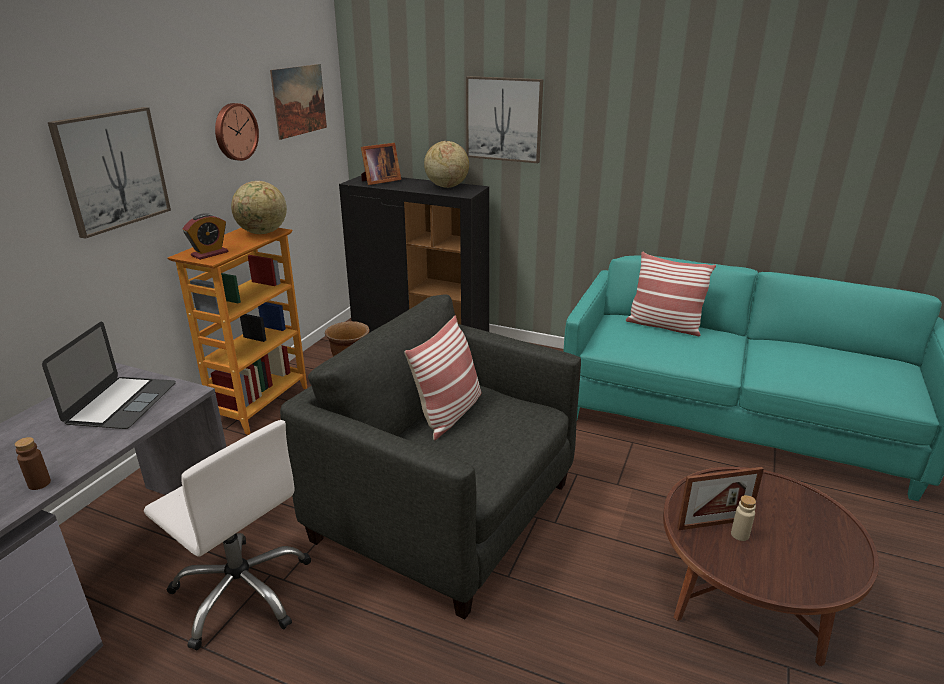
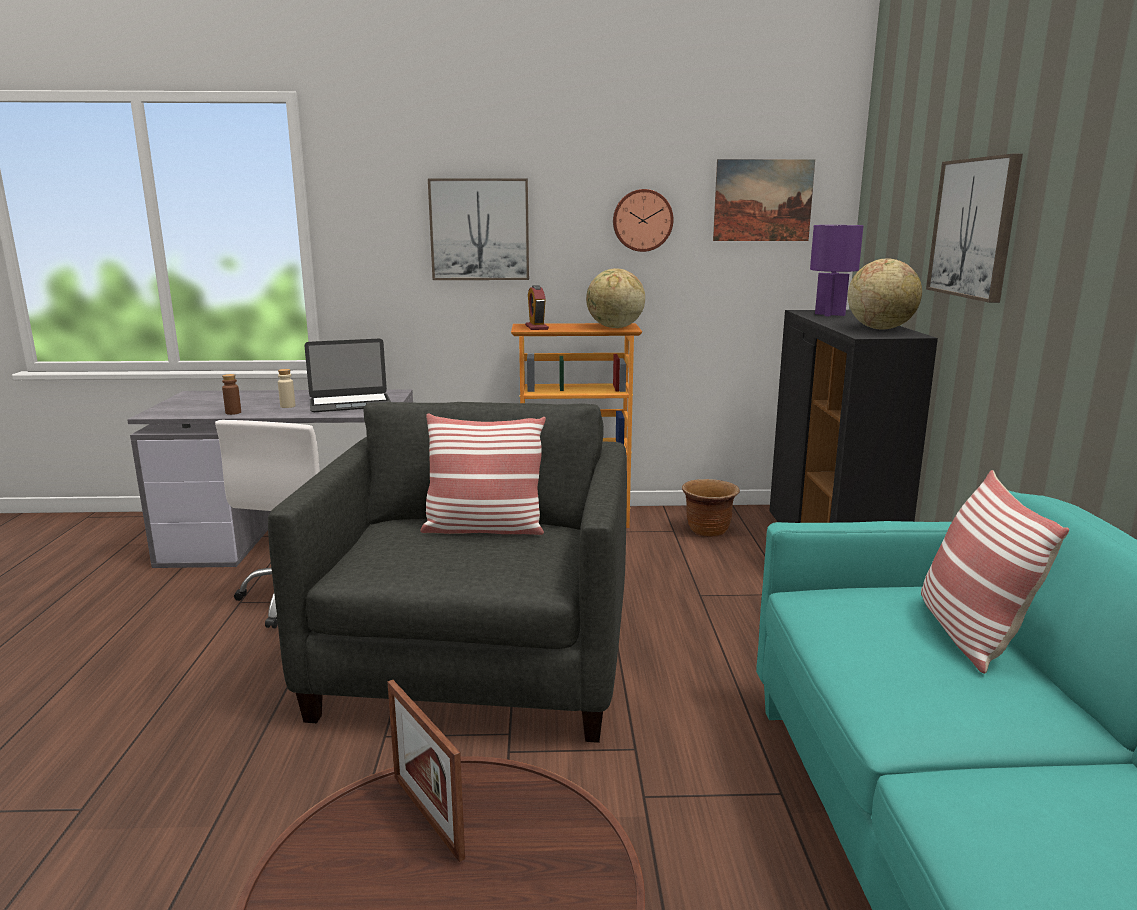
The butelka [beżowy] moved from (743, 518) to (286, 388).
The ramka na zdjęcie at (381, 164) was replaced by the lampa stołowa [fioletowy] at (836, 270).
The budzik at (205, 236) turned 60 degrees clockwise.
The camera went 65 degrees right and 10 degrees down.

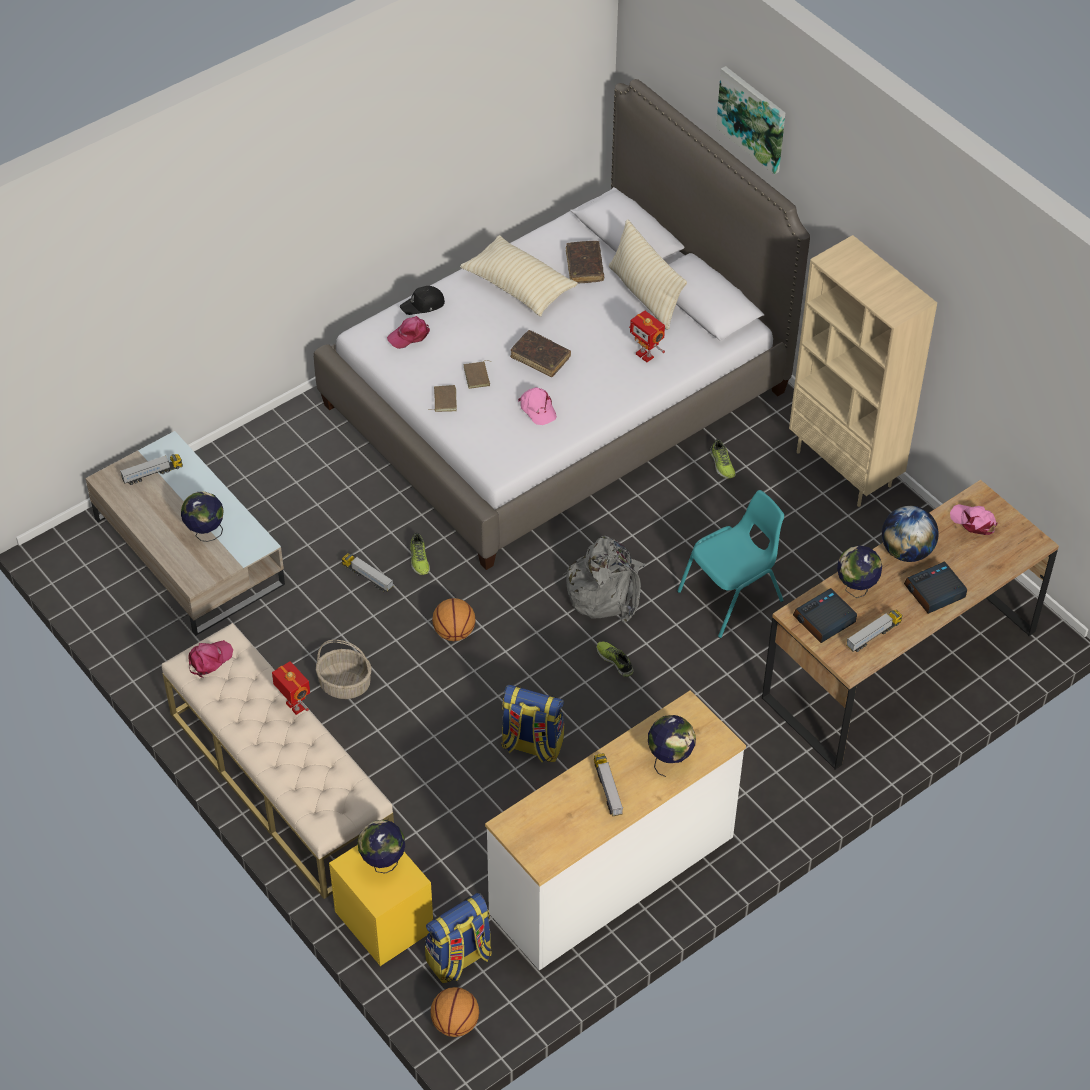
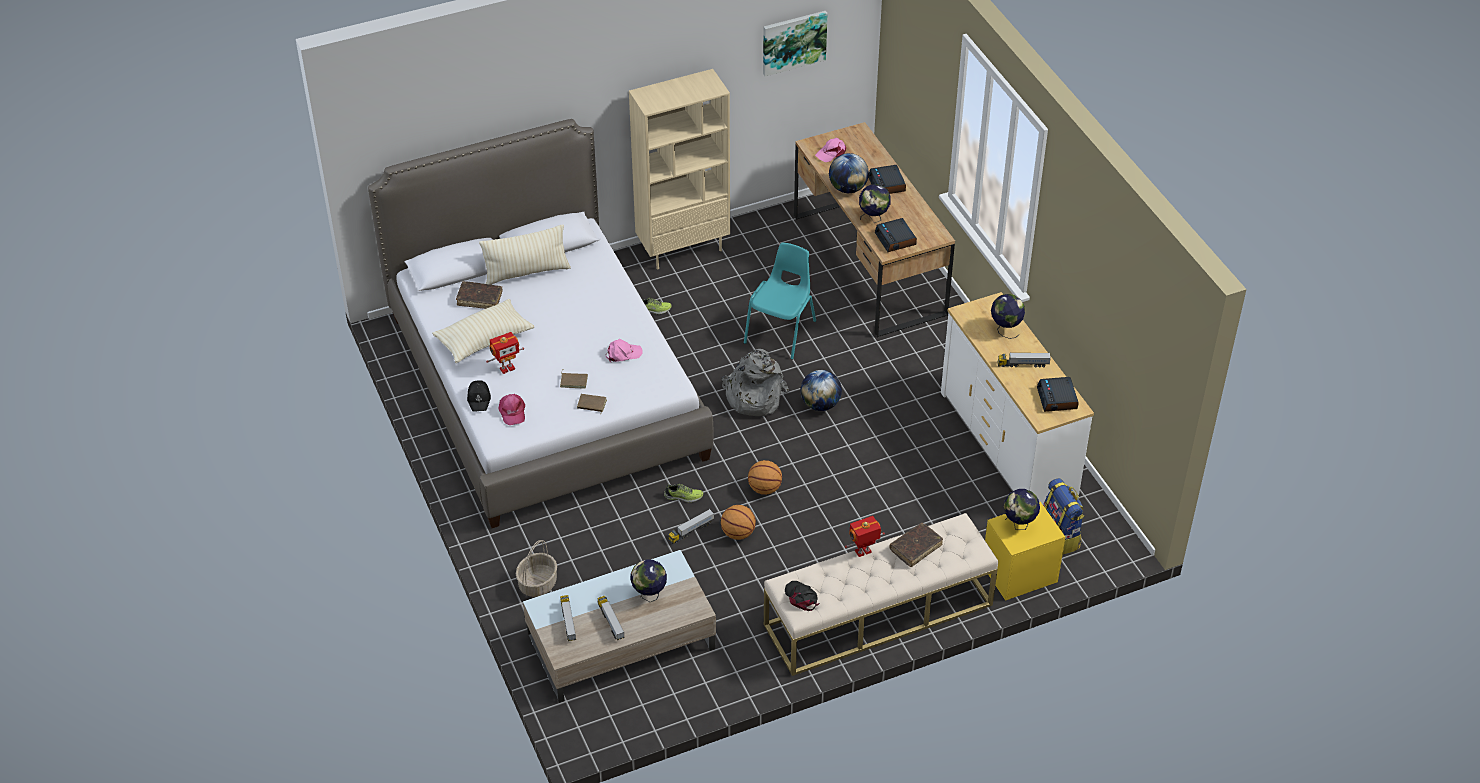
The plecak at (532, 724) disappeared.
The budzik at (1058, 394) appeared.
The koszyk moved from (344, 669) to (536, 568).
The piłka do koszykówki moved from (454, 1012) to (738, 522).
The książka [brązowy] moved from (540, 353) to (916, 545).
The robot zabawkowy moved from (647, 336) to (505, 353).
The obraz moved from (750, 120) to (795, 43).
The ciężarówka zabawkowa moved from (874, 631) to (611, 618).
The but at (615, 659) was replaced by the globus at (821, 390).
The czapka z daszkiem [różowy] at (210, 658) became the czapka z daszkiem [czarny] at (802, 596).
The krzesło [turkusowy] at (730, 564) turned 45 degrees clockwise.
The camera went 75 degrees left and 5 degrees down.

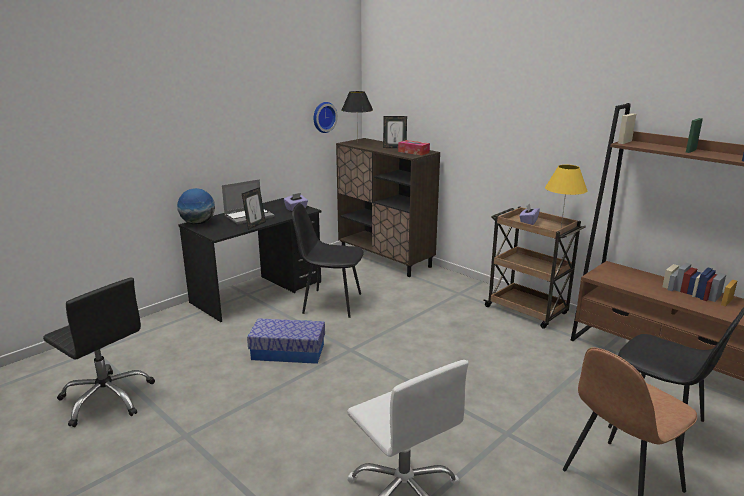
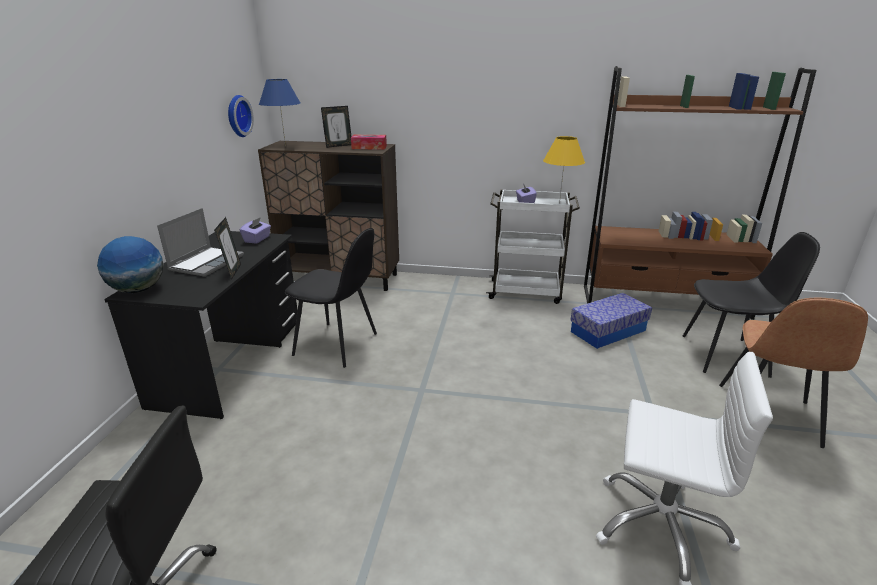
The pojemnik do przechowywania moved from (286, 341) to (611, 321).
The lampa stołowa [czarny] at (357, 117) became the lampa stołowa [niebieski] at (279, 113).
The wózek [brązowy] at (535, 267) became the wózek [biały] at (533, 246).
The krzesło [czarny] at (328, 260) turned 135 degrees counterclockwise.
The camera went 35 degrees left and 5 degrees up.

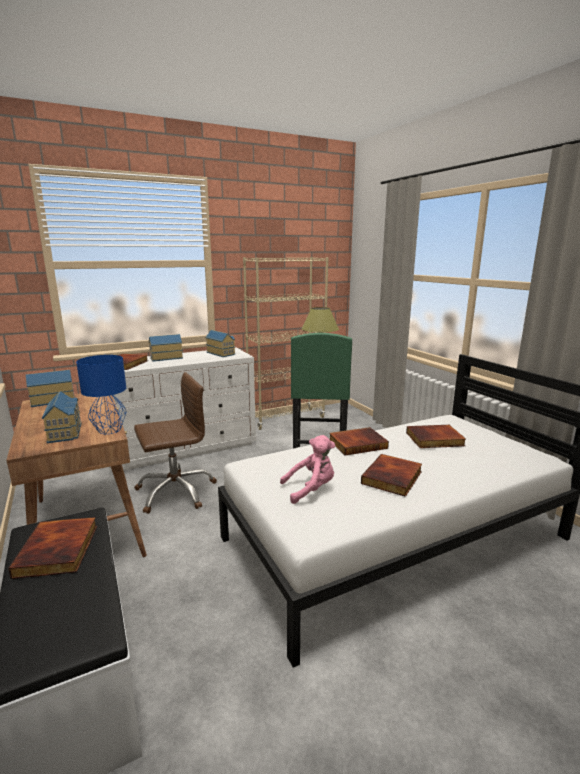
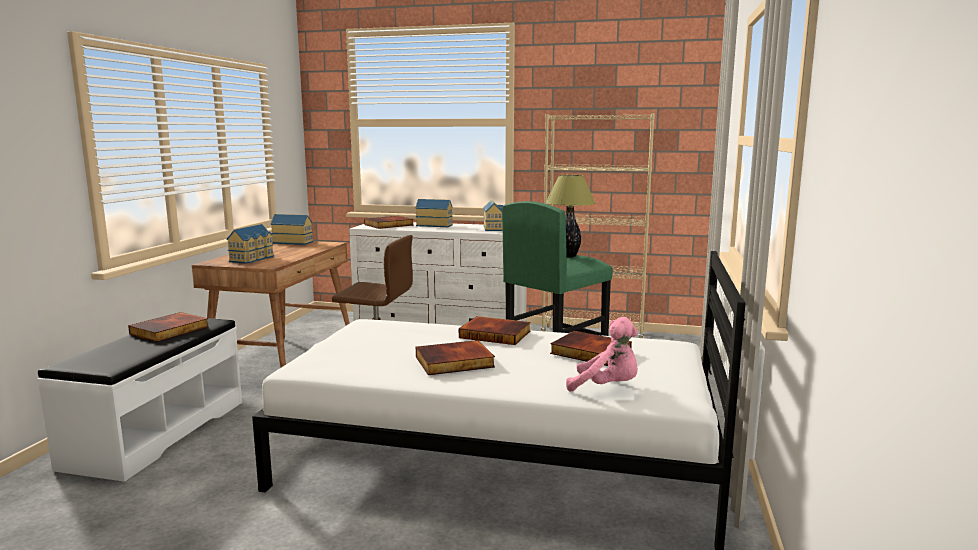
The lampa stołowa [niebieski] at (101, 394) disappeared.
The pluszak [różowy] moved from (307, 469) to (602, 354).
The camera went 40 degrees right and 5 degrees down.

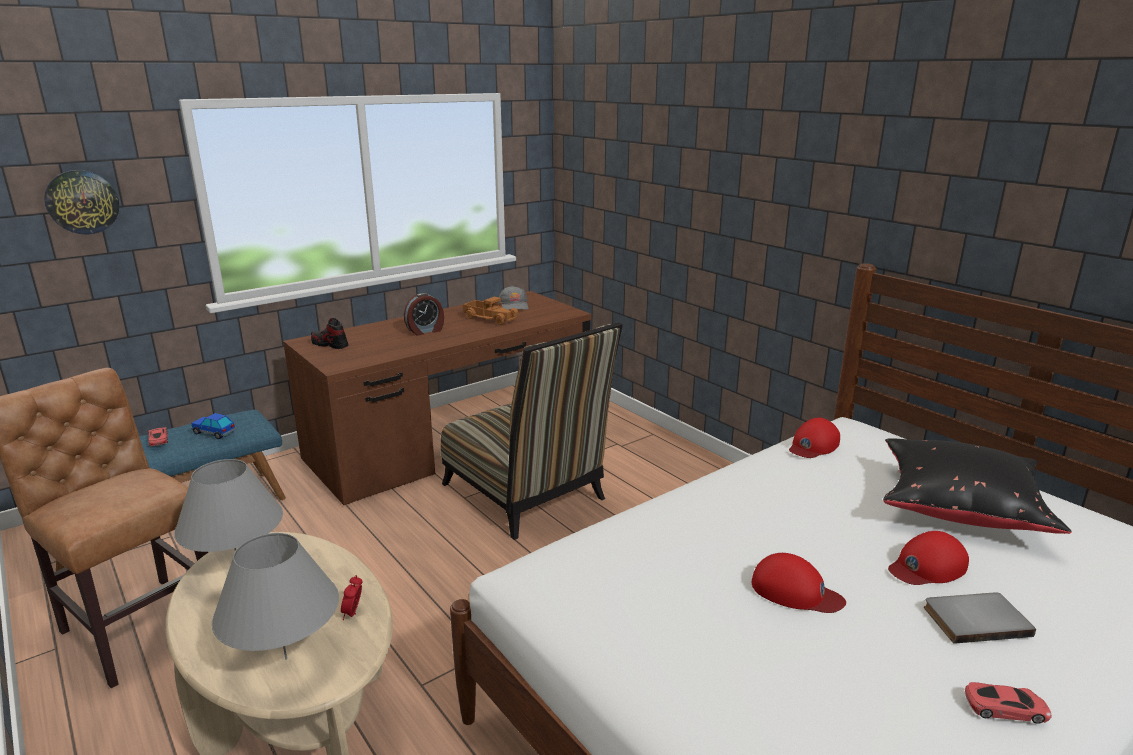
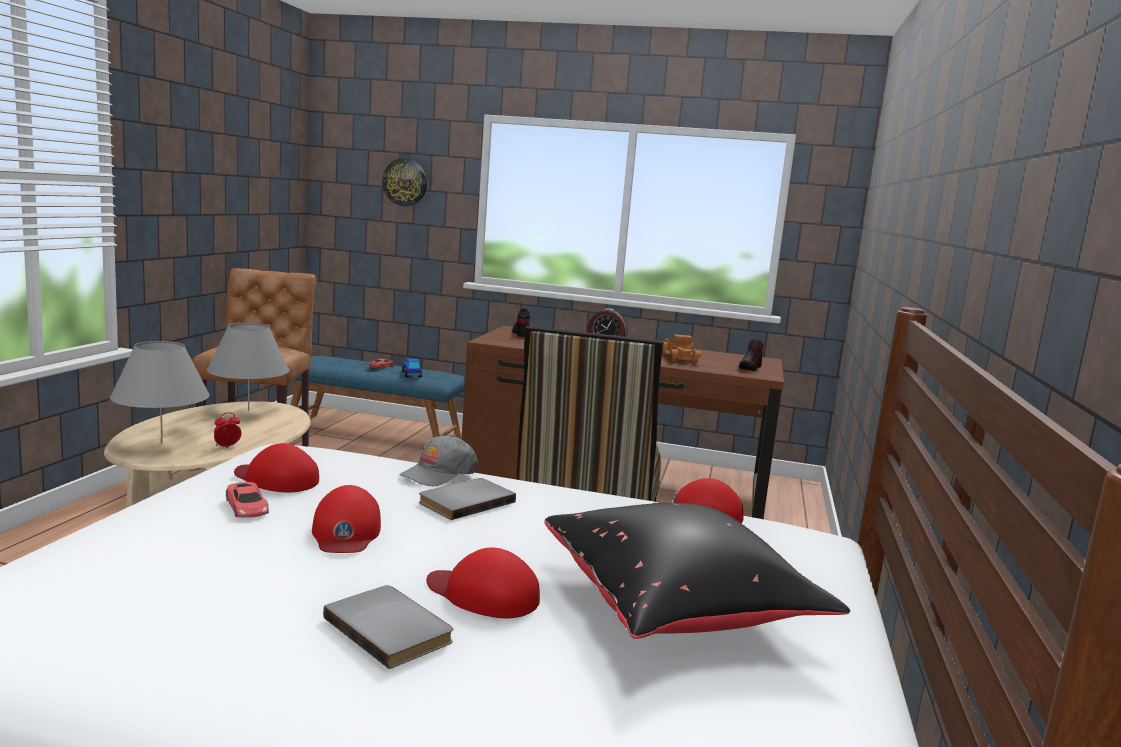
The czapka z daszkiem [czerwony] at (276, 467) appeared.
The książka [szary] at (467, 499) appeared.
The but at (751, 355) appeared.
The czapka z daszkiem [szary] moved from (514, 298) to (438, 461).
The samochodzik [czerwony] moved from (1008, 703) to (247, 500).
The camera went 50 degrees right and 10 degrees down.

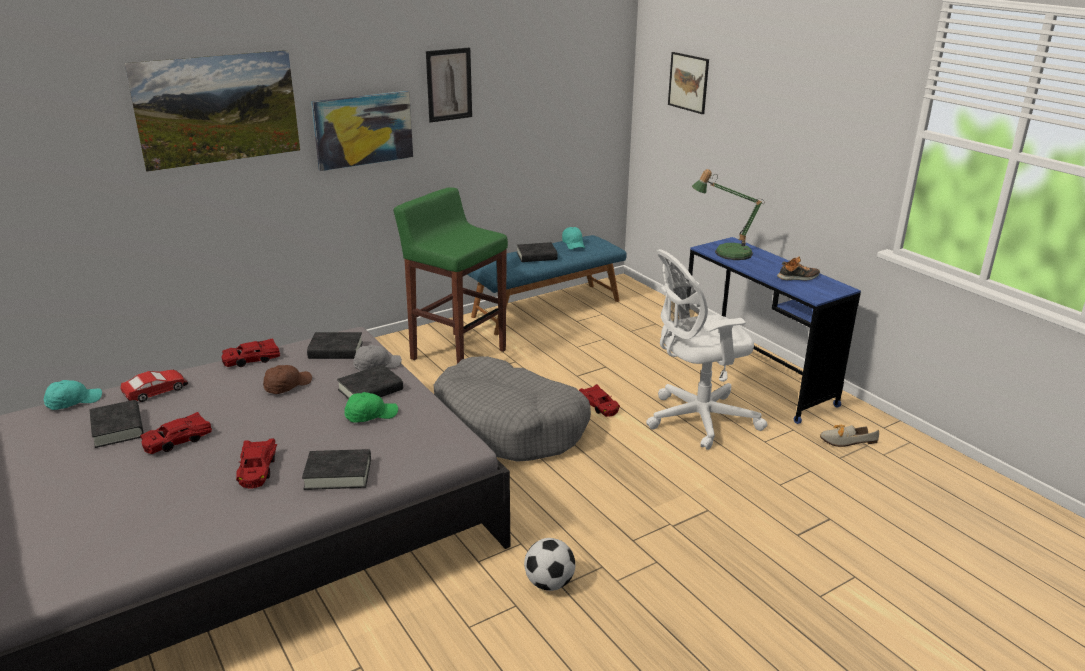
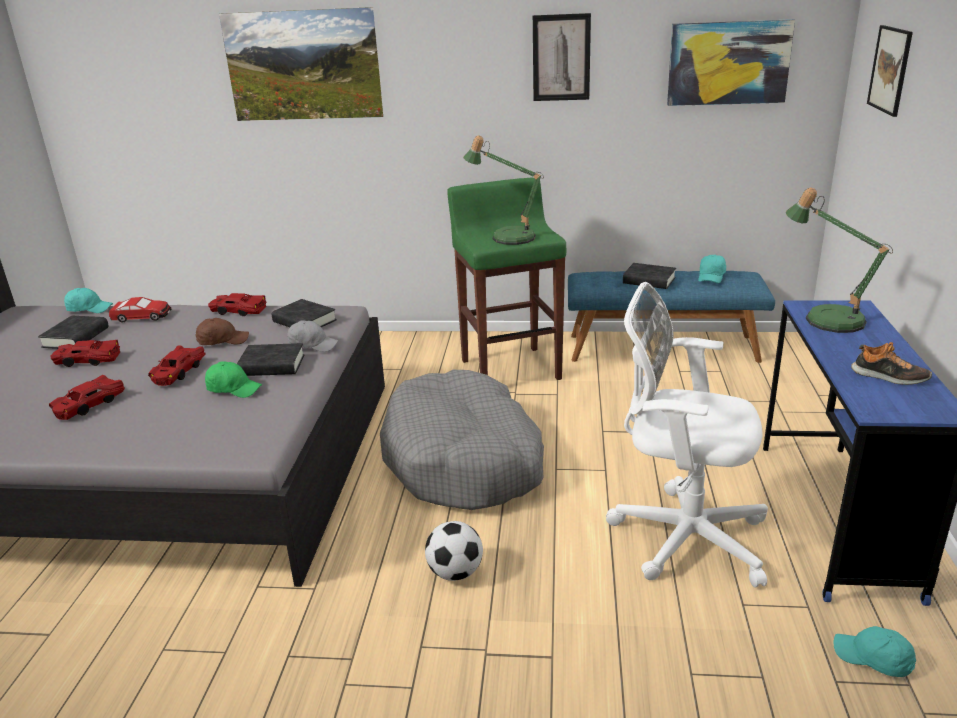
The książka [czarny] at (336, 469) disappeared.
The lampa stołowa at (503, 190) appeared.
The obraz moved from (362, 131) to (731, 62).
The piłka futbolowa moved from (549, 564) to (454, 551).
The samochodzik [czerwony] moved from (599, 400) to (177, 365).
The but at (849, 436) was replaced by the czapka z daszkiem [turkusowy] at (874, 651).
The camera went 40 degrees right and 0 degrees up.

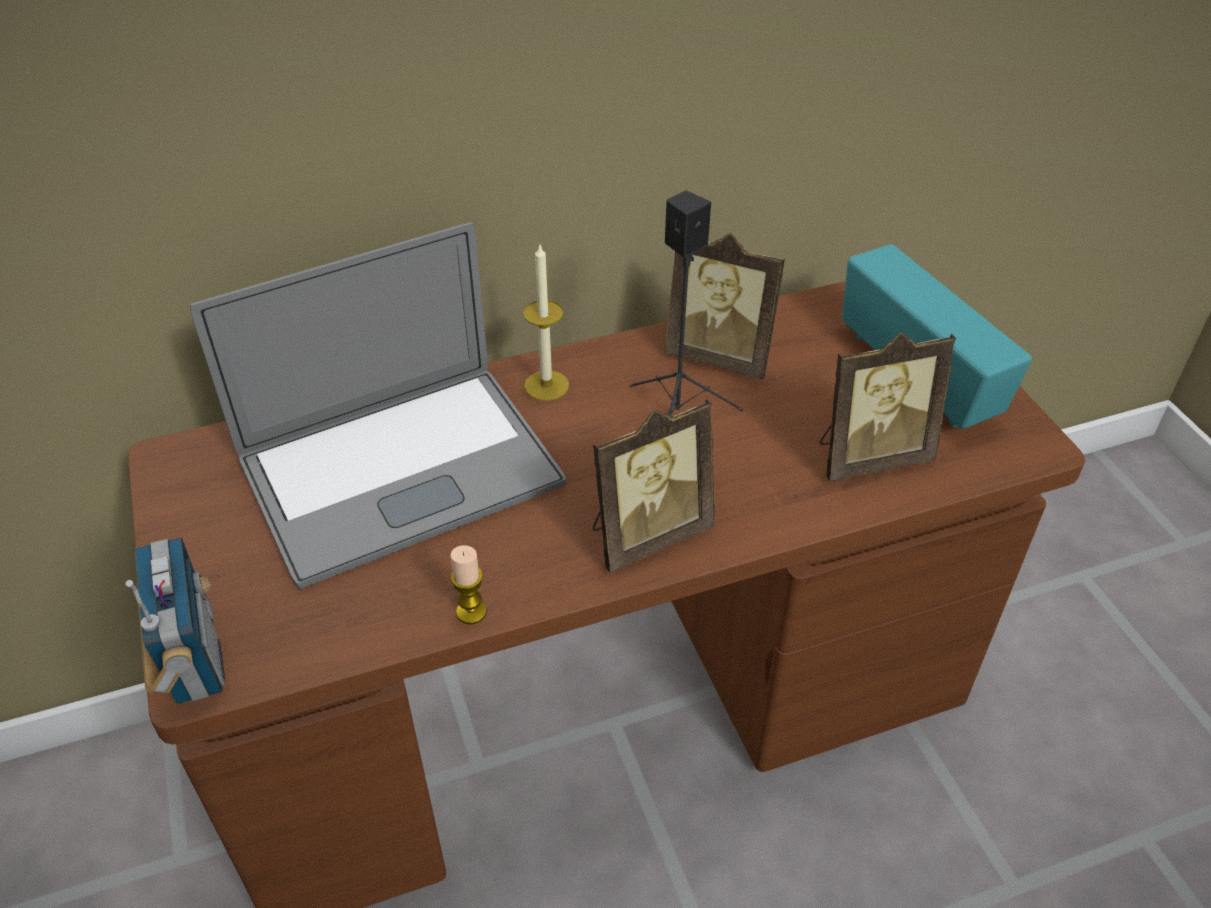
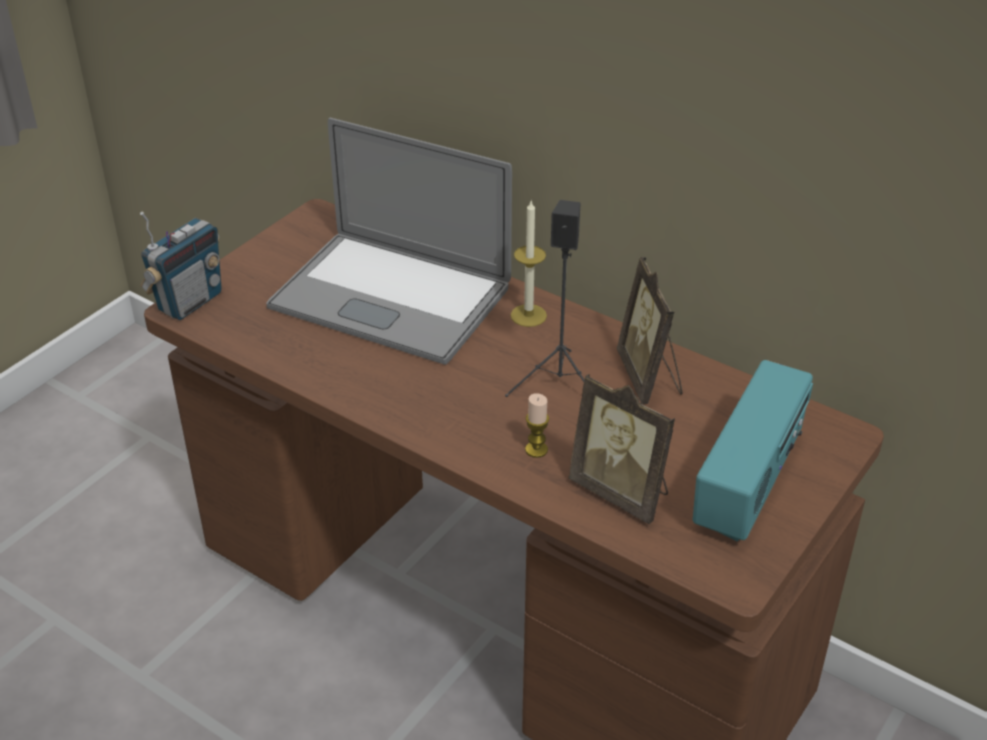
The ramka na zdjęcie at (653, 485) disappeared.
The świeca moved from (468, 584) to (537, 425).
The camera went 55 degrees right and 5 degrees down.

